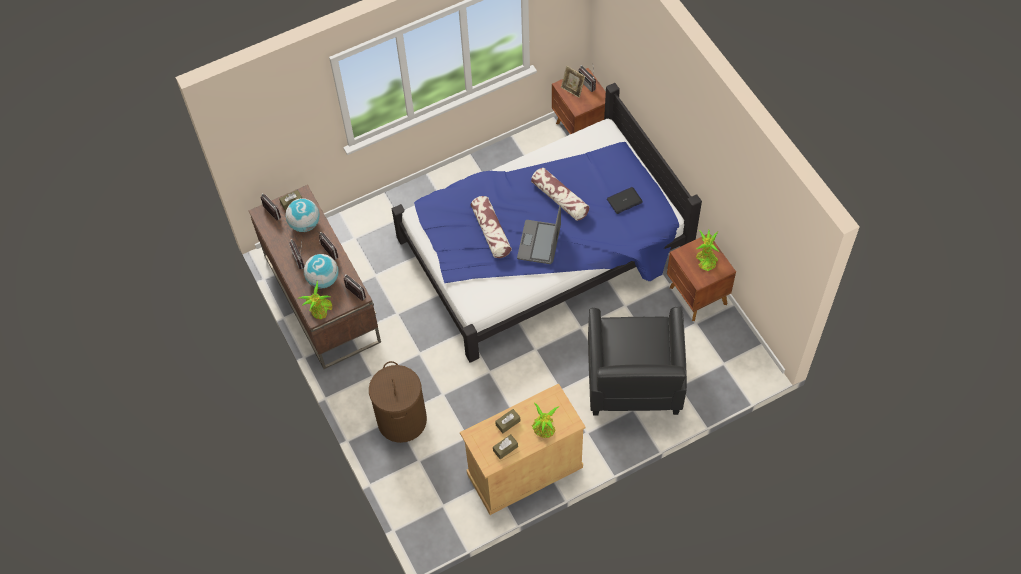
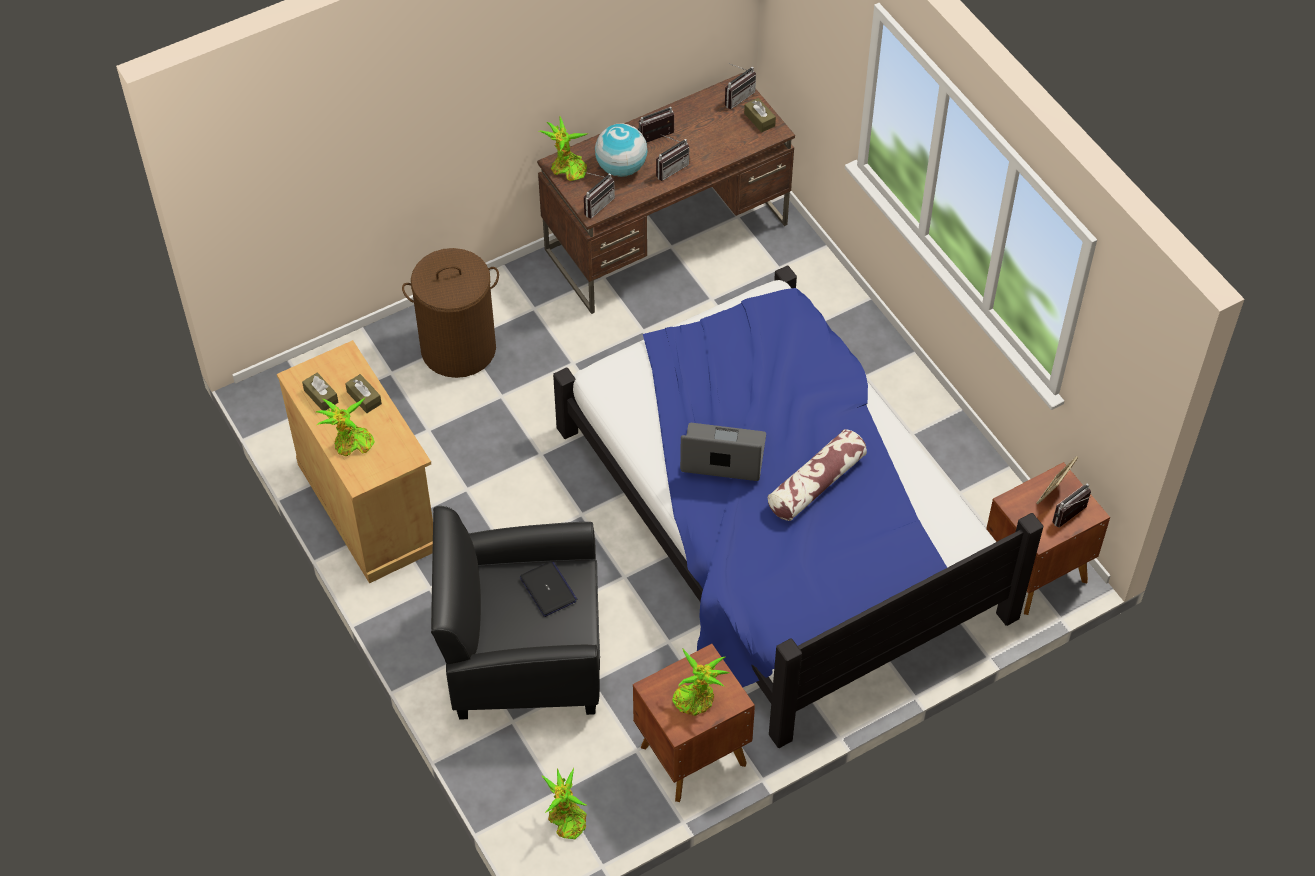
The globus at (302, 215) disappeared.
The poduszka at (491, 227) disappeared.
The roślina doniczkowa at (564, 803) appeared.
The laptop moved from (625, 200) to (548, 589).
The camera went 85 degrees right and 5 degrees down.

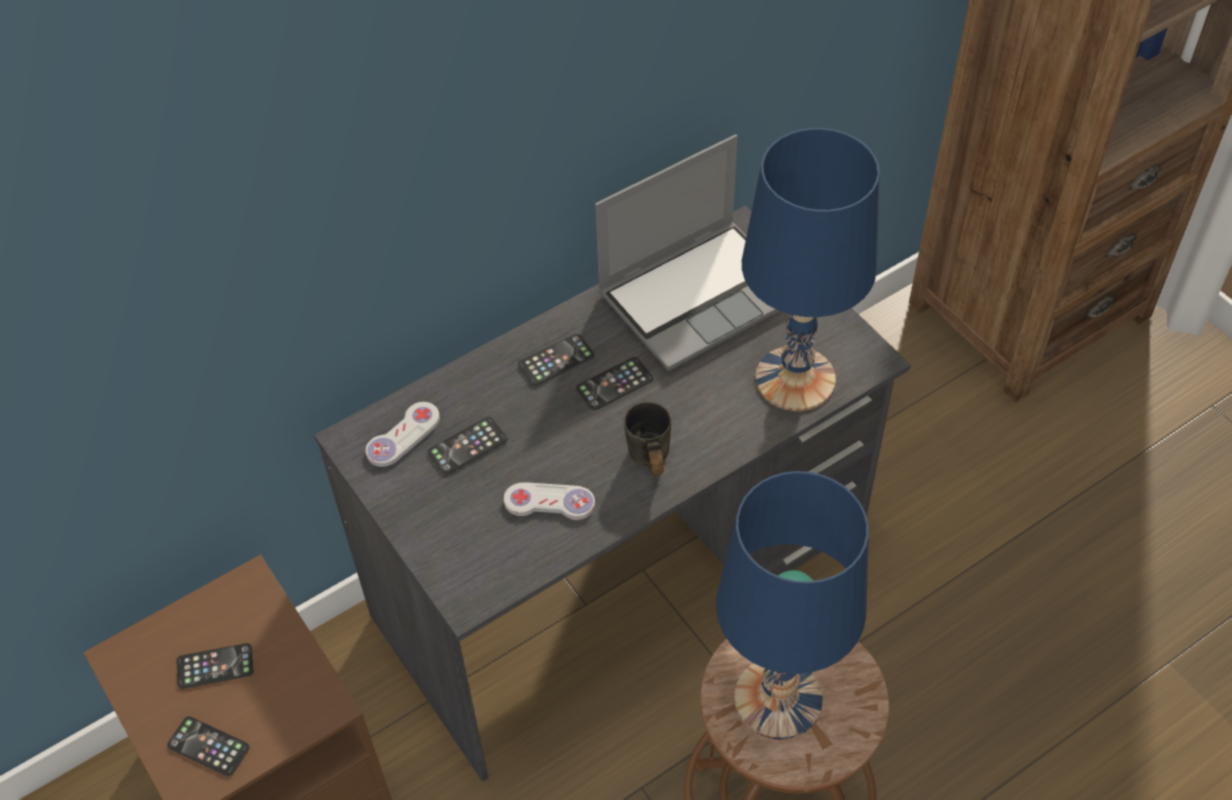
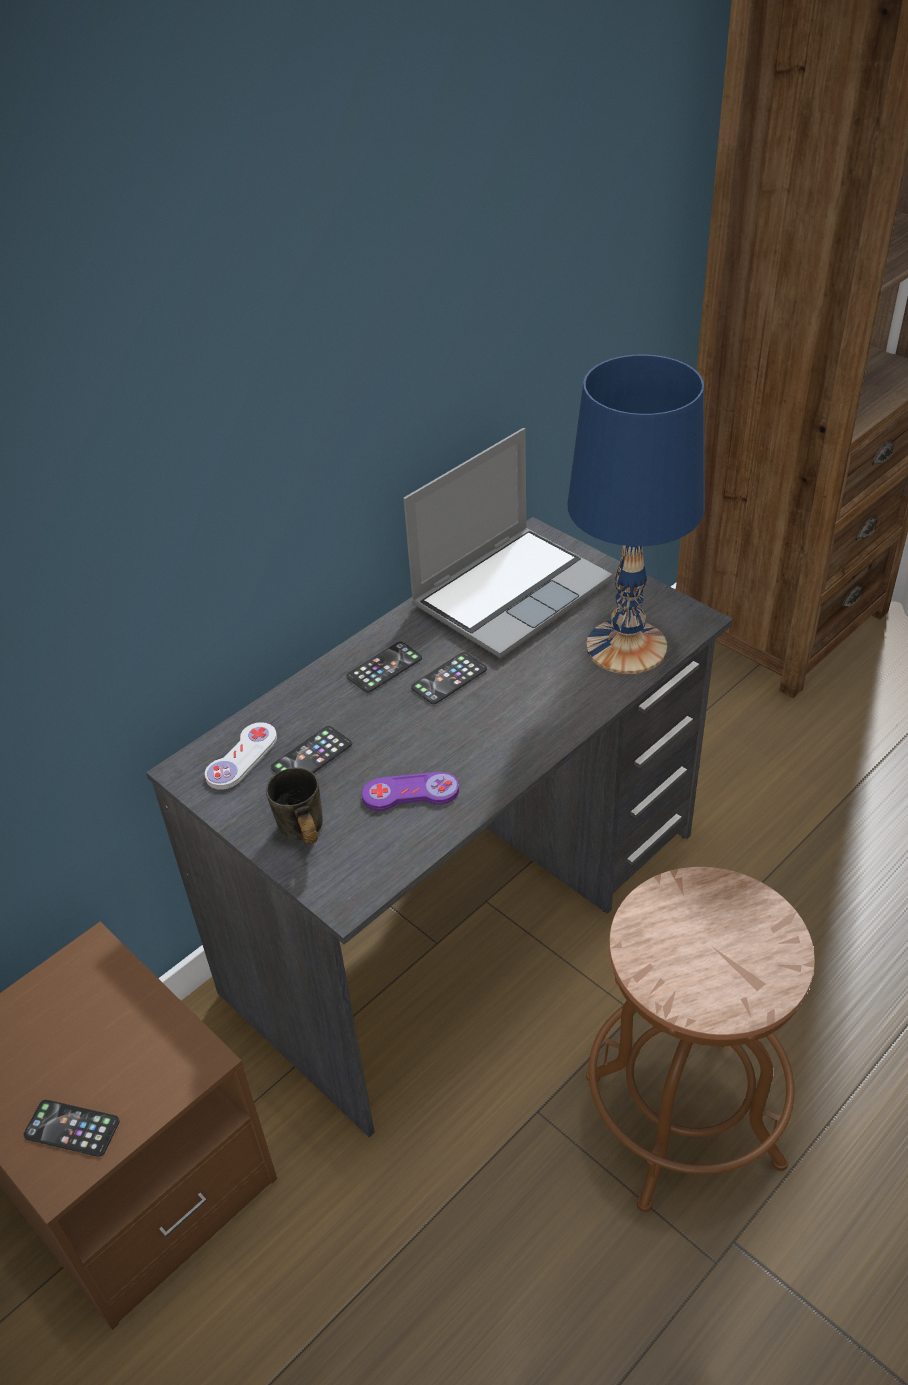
The telefon at (215, 666) disappeared.
The lampa stołowa [niebieski] at (792, 605) disappeared.
The kubek [szary] moved from (647, 438) to (294, 806).
The pad do gier [biały] at (549, 501) became the pad do gier [fioletowy] at (410, 791).
The camera went 10 degrees left and 10 degrees down.

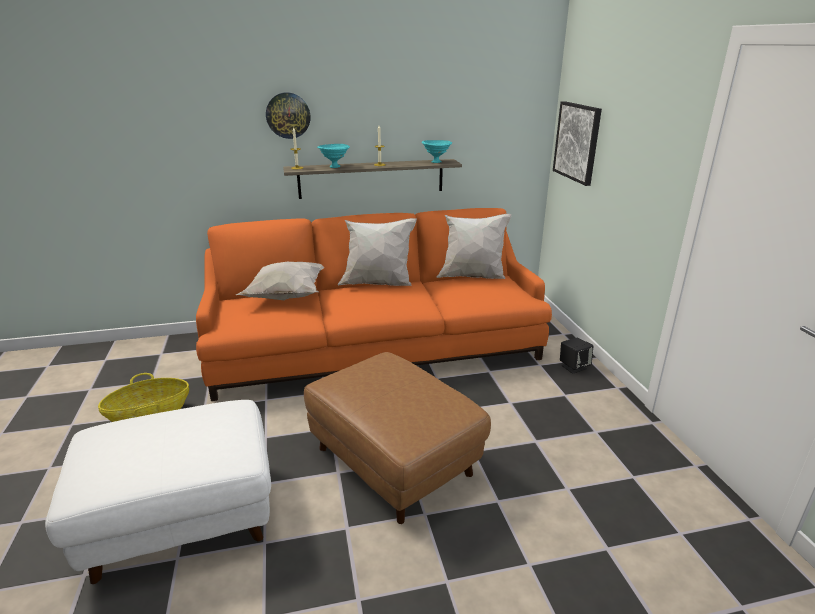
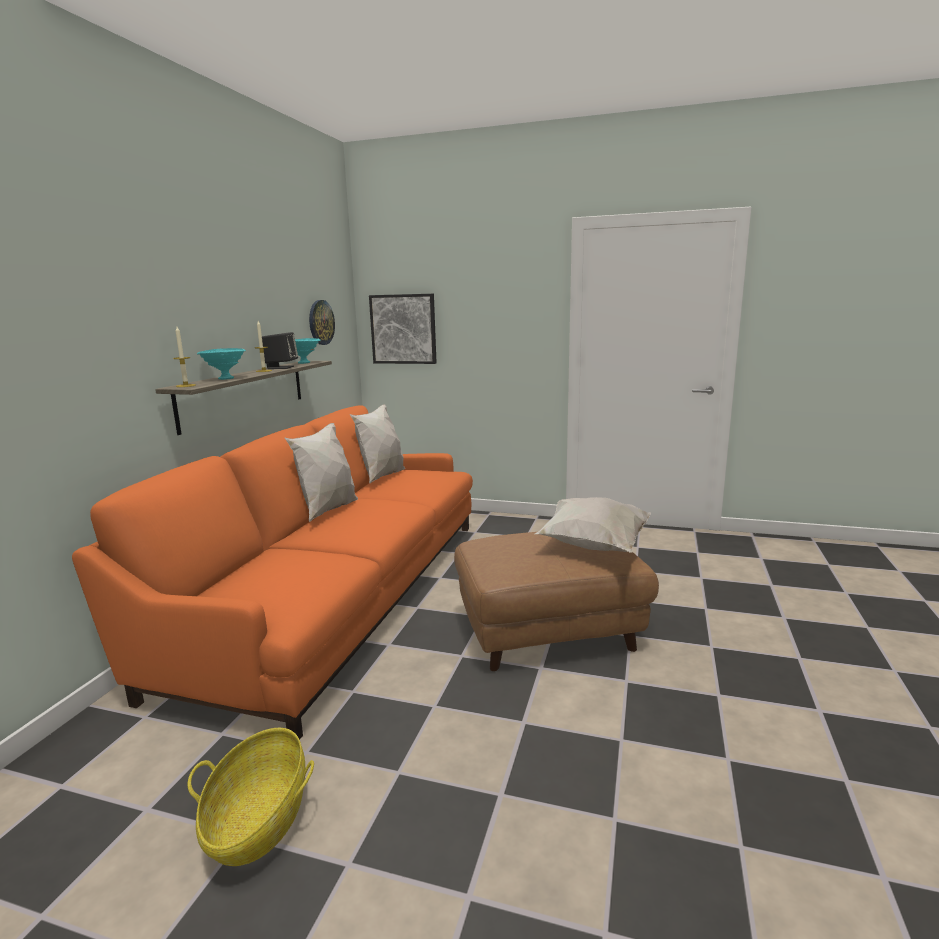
The pufa [biały] at (158, 492) disappeared.
The poduszka [biały] moved from (280, 281) to (593, 525).
The zegar ścienny moved from (288, 115) to (322, 322).
The głośnik [czarny] moved from (576, 356) to (280, 350).
The camera went 60 degrees left and 10 degrees down.

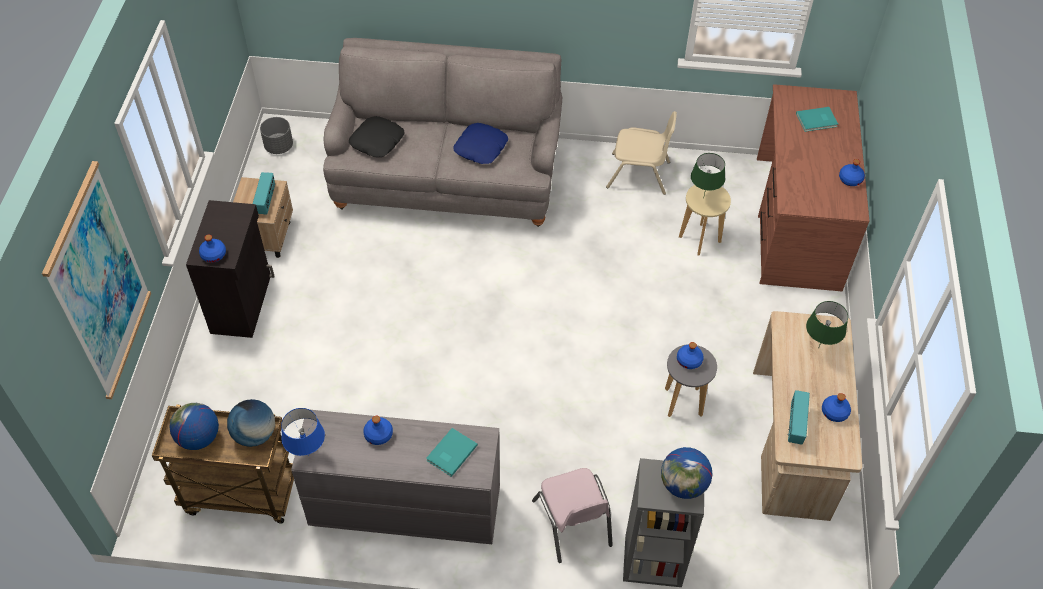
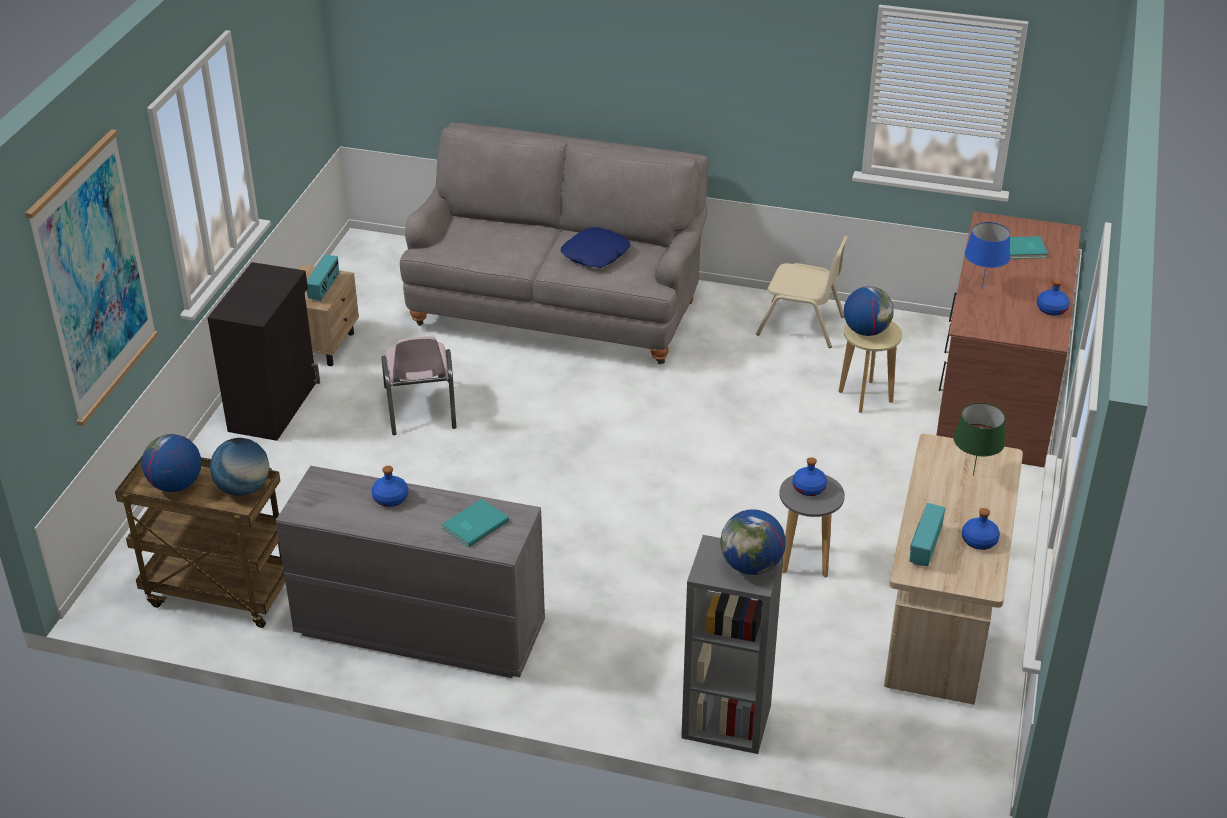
The butelka [niebieski] at (212, 249) disappeared.
The donica [szary] at (276, 135) disappeared.
The poduszka [czarny] at (377, 136) disappeared.
The lampa stołowa [niebieski] moved from (303, 432) to (987, 255).
The krzesło [różowy] moved from (572, 515) to (418, 385).
The lampa stołowa [zielony] at (708, 176) was replaced by the globus at (869, 311).
The camera went 10 degrees right and 15 degrees down.

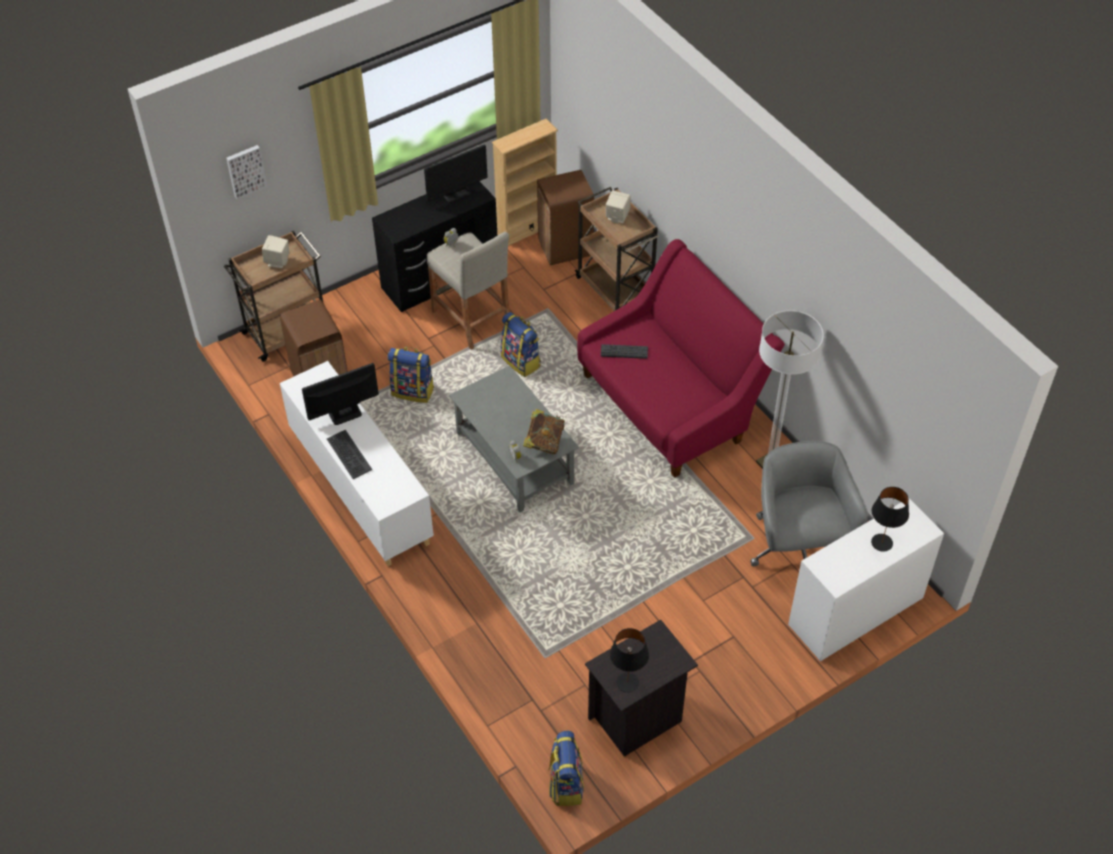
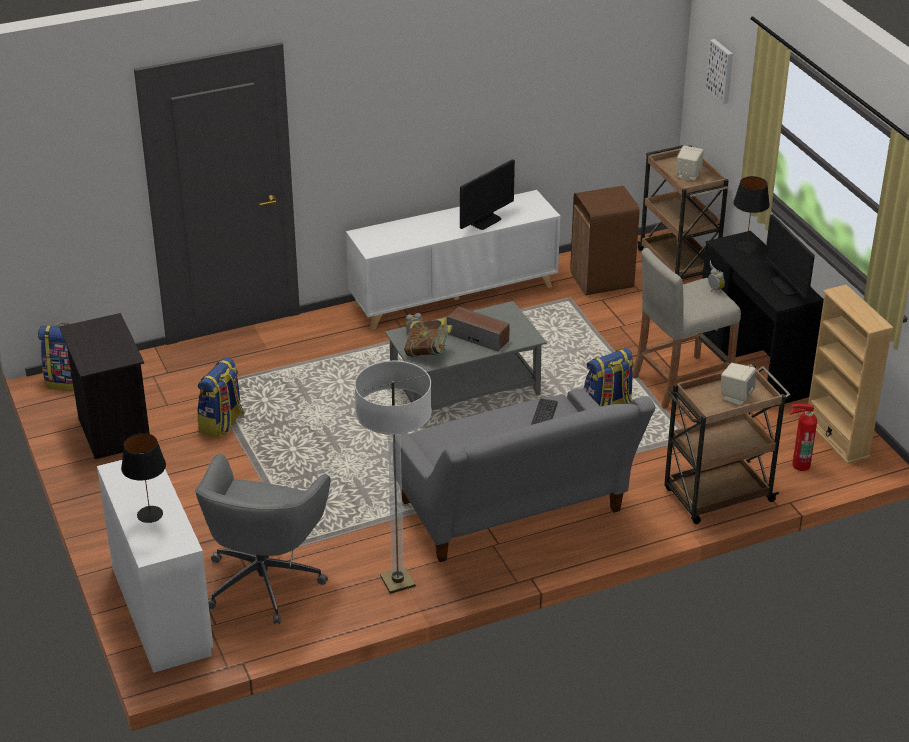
The klawiatura at (349, 454) disappeared.
The głośnik at (478, 329) appeared.
The plecak moved from (410, 375) to (220, 398).
The lampa stołowa [czarny] moved from (629, 660) to (751, 214).
The kosz na śmieci [brązowy] at (565, 217) was replaced by the gaśnica at (803, 437).
The kanapa [czerwony] at (681, 358) became the kanapa [szary] at (527, 475).
The monitor at (340, 394) turned 60 degrees clockwise.
The krzesło biurowe [szary] at (809, 503) turned 105 degrees clockwise.
The camera went 100 degrees right and 15 degrees down.

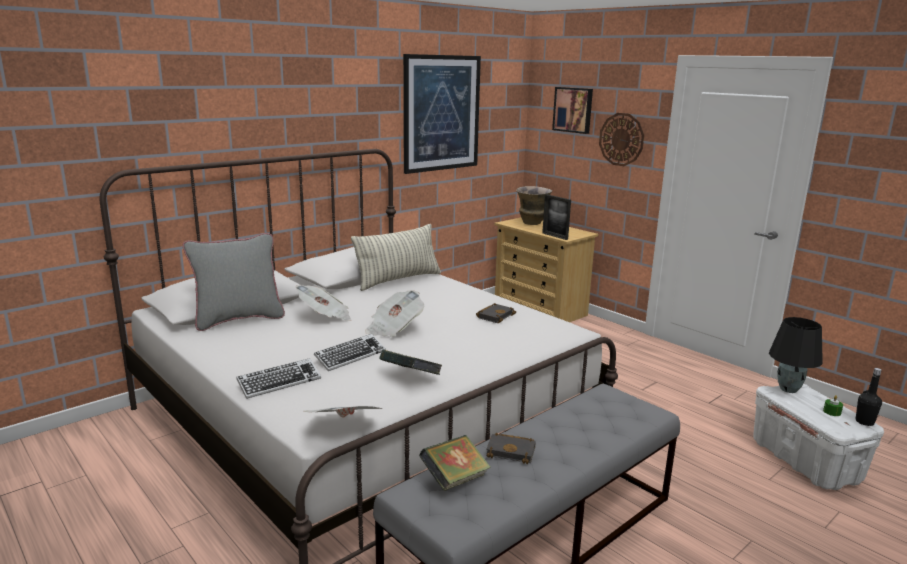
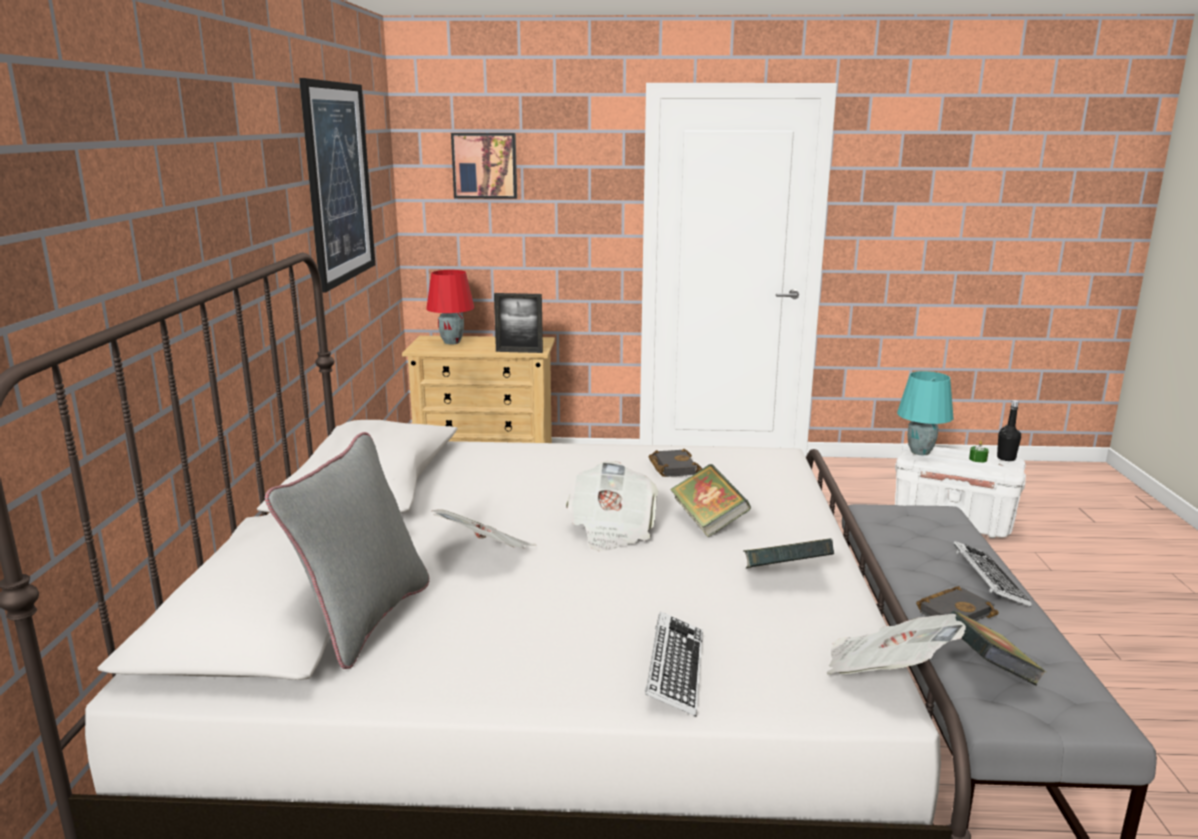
The poduszka at (396, 257) disappeared.
The zegar ścienny at (621, 139) disappeared.
The książka at (710, 501) appeared.
The klawiatura moved from (350, 352) to (992, 574).
The wazon at (534, 205) was replaced by the lampa stołowa [czerwony] at (450, 307).
The lampa stołowa [czarny] at (796, 355) became the lampa stołowa [turkusowy] at (925, 413).
The camera went 45 degrees left and 0 degrees up.

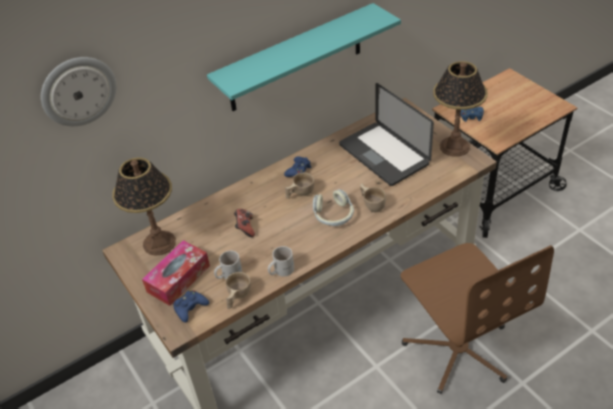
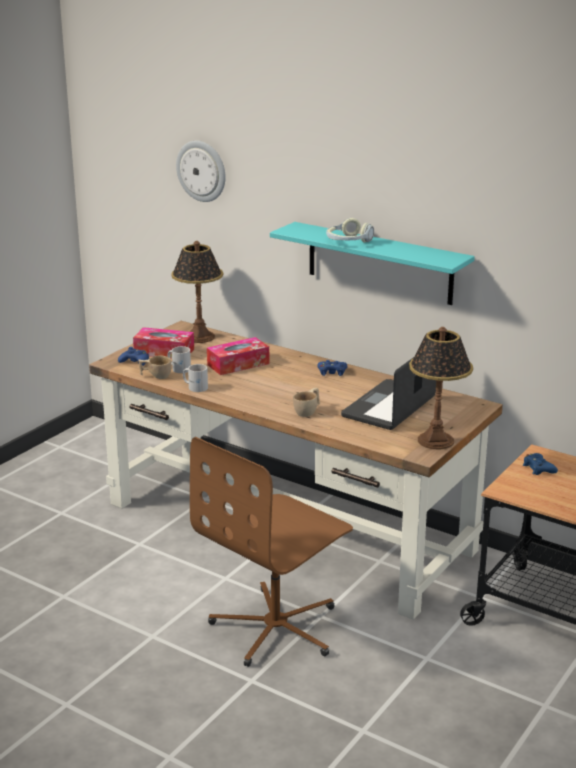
The filiżanka [beżowy] at (299, 186) disappeared.
The słuchawki moved from (333, 207) to (350, 230).
The pad do gier at (244, 223) was replaced by the pudełko chusteczek at (238, 356).
The camera went 65 degrees right and 20 degrees down.

